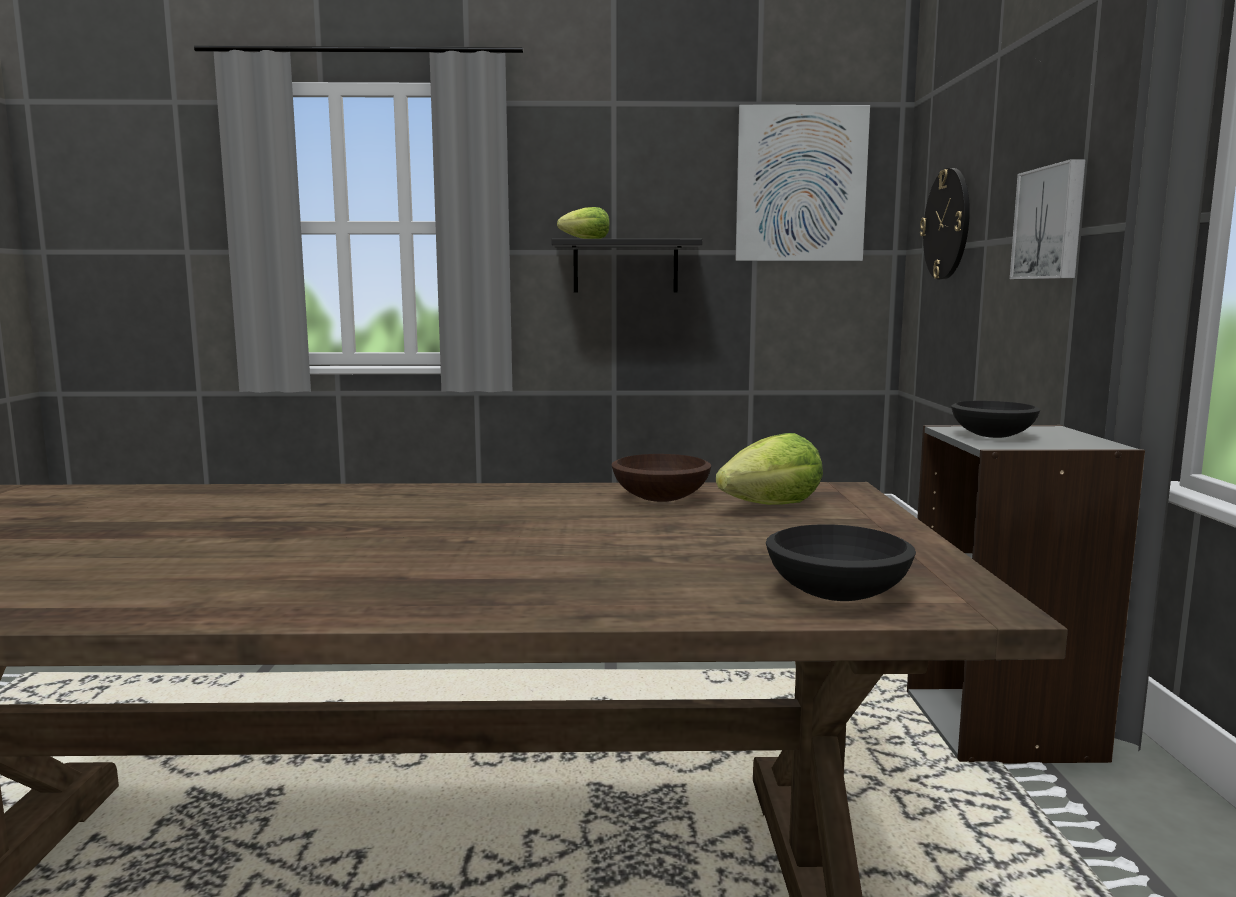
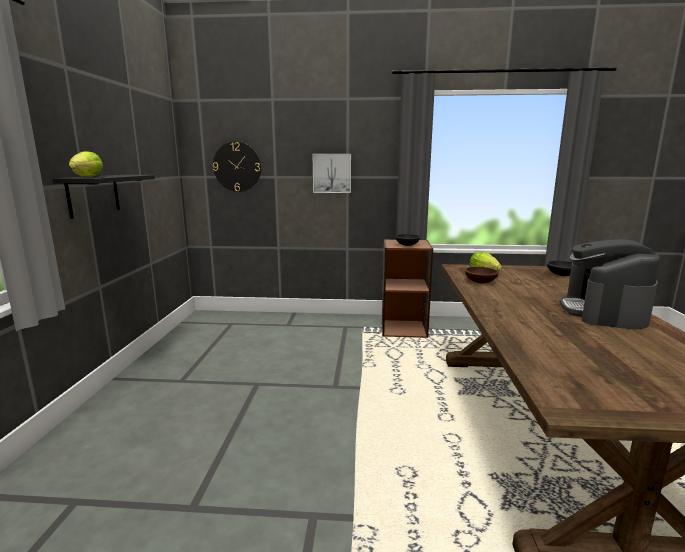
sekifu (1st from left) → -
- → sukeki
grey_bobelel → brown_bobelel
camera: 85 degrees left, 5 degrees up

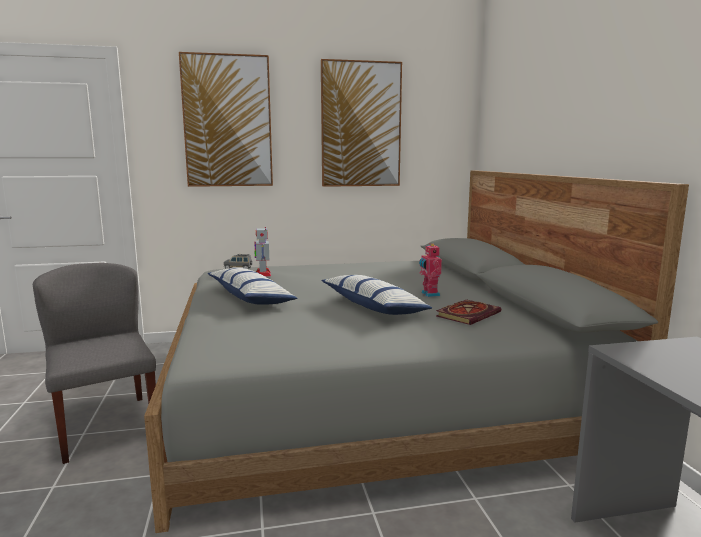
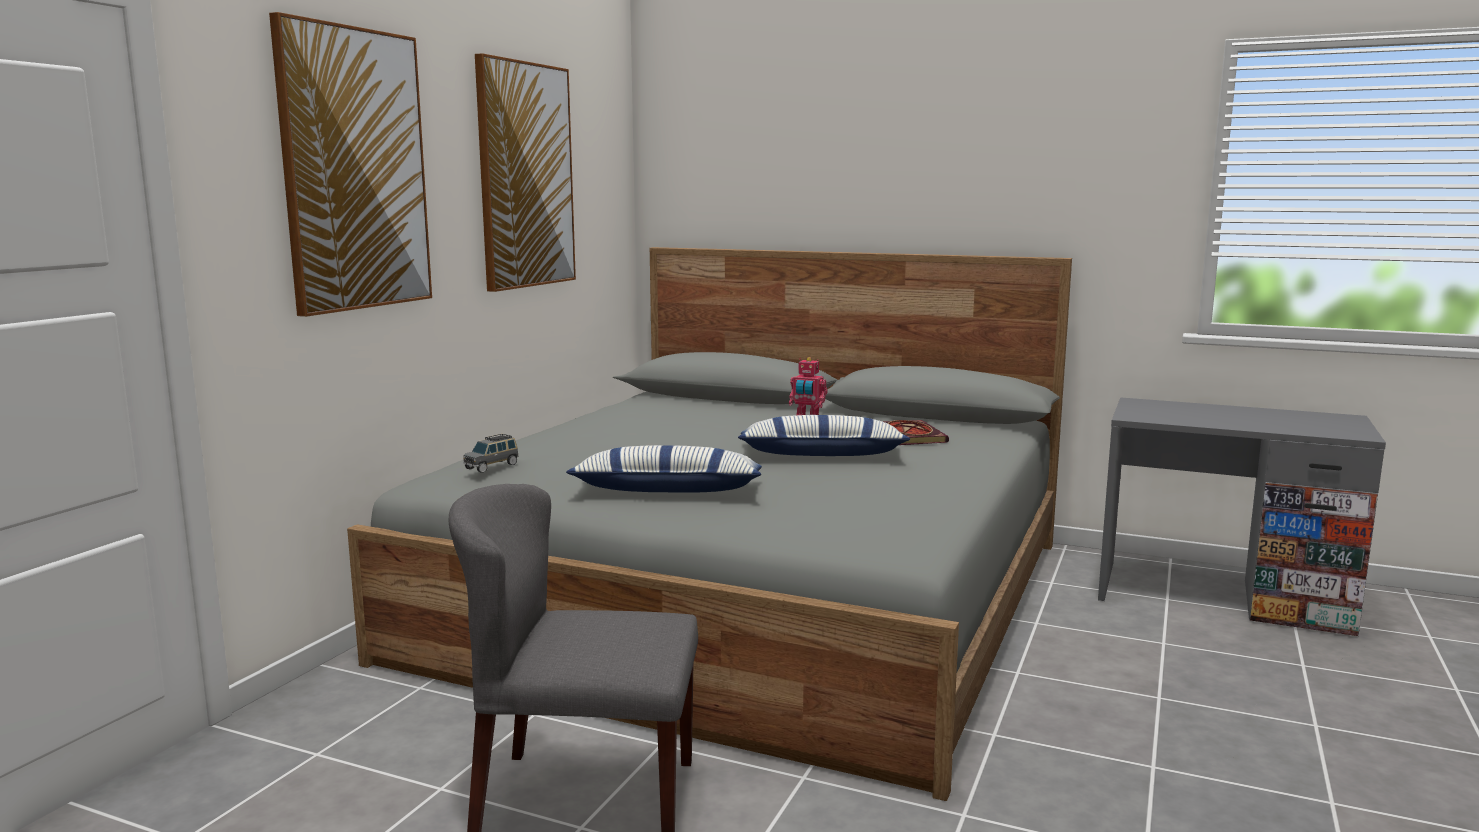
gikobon (1st from left) → -
camera: 55 degrees left, 0 degrees up

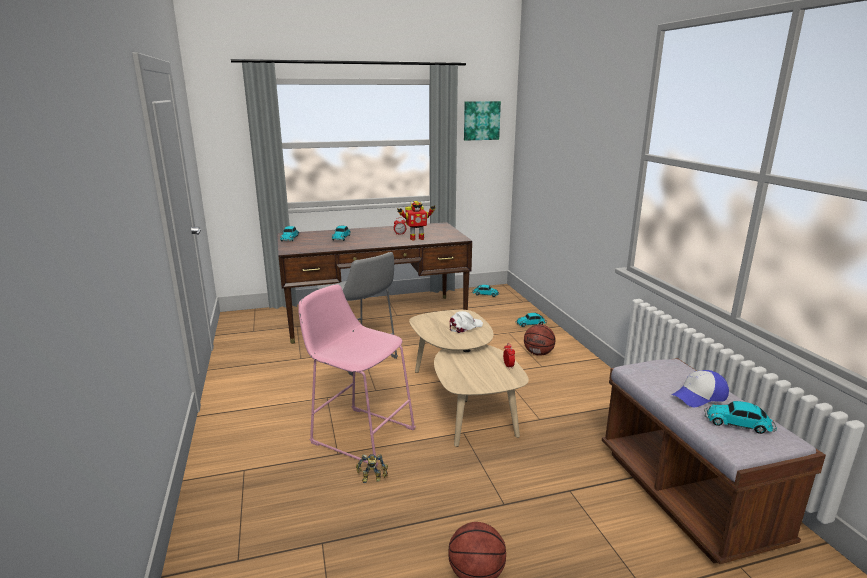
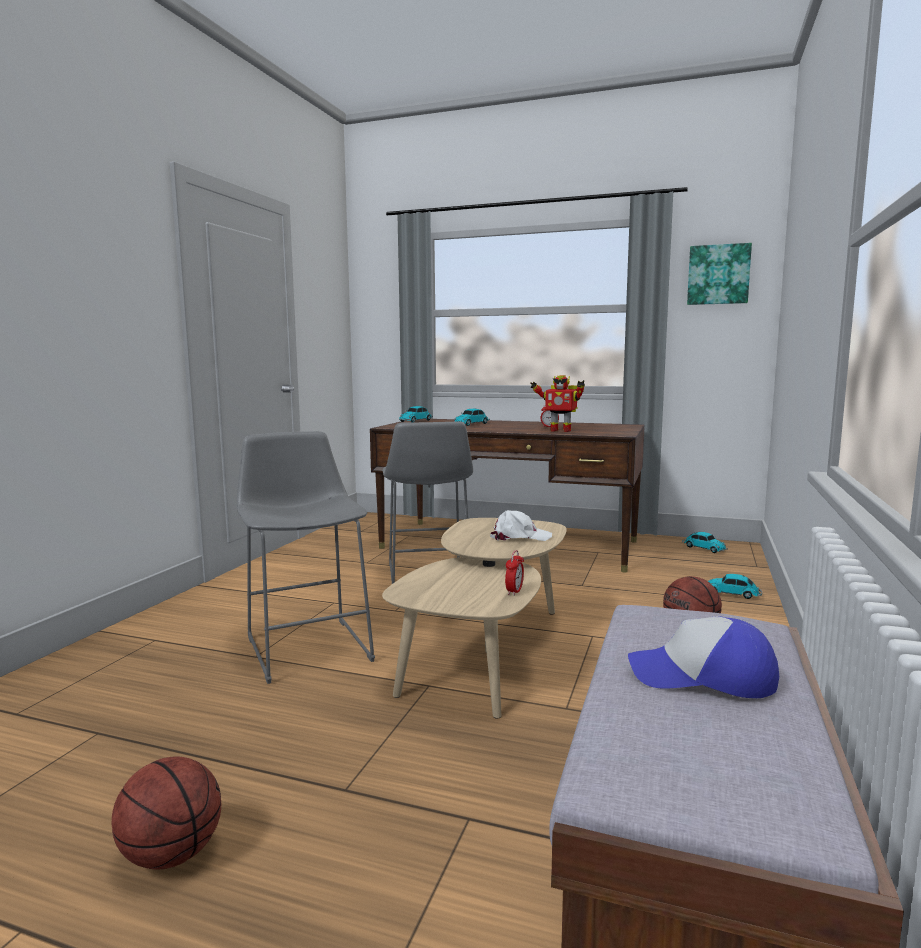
gikobon (1st from left) → -
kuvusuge (5th from left) → -
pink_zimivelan → grey_zimivelan (1st from left)
camera: 35 degrees right, 10 degrees down

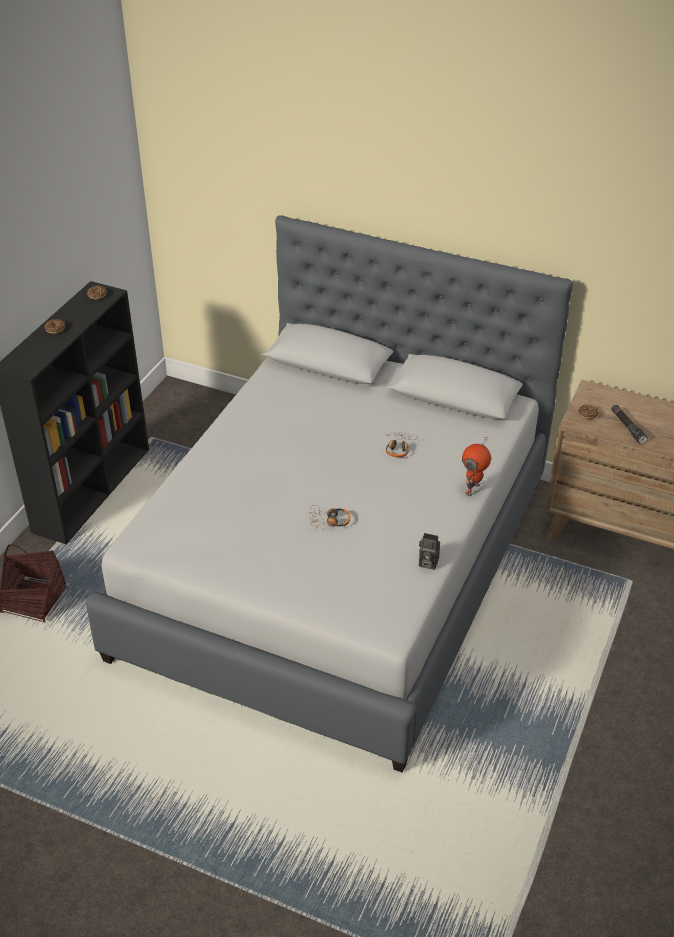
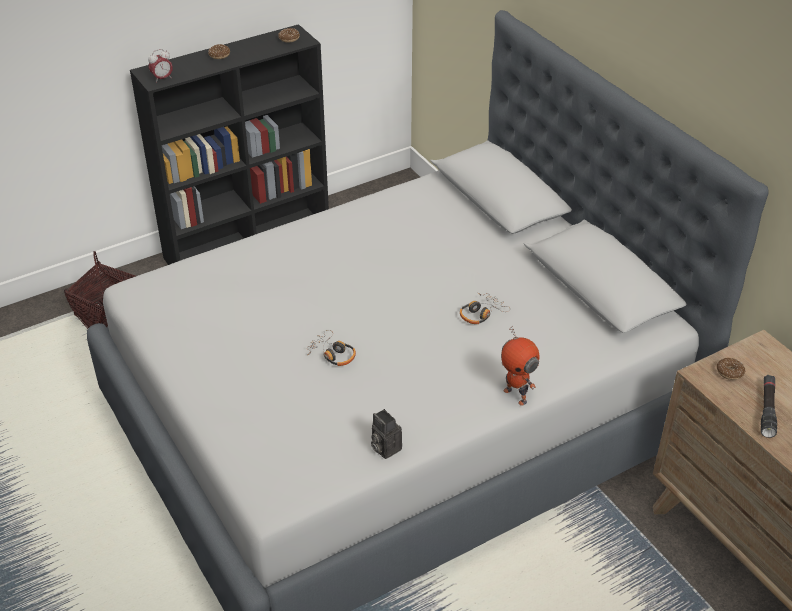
- → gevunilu
gikobon, 105 degrees counterclockwise
camera: 35 degrees right, 0 degrees up

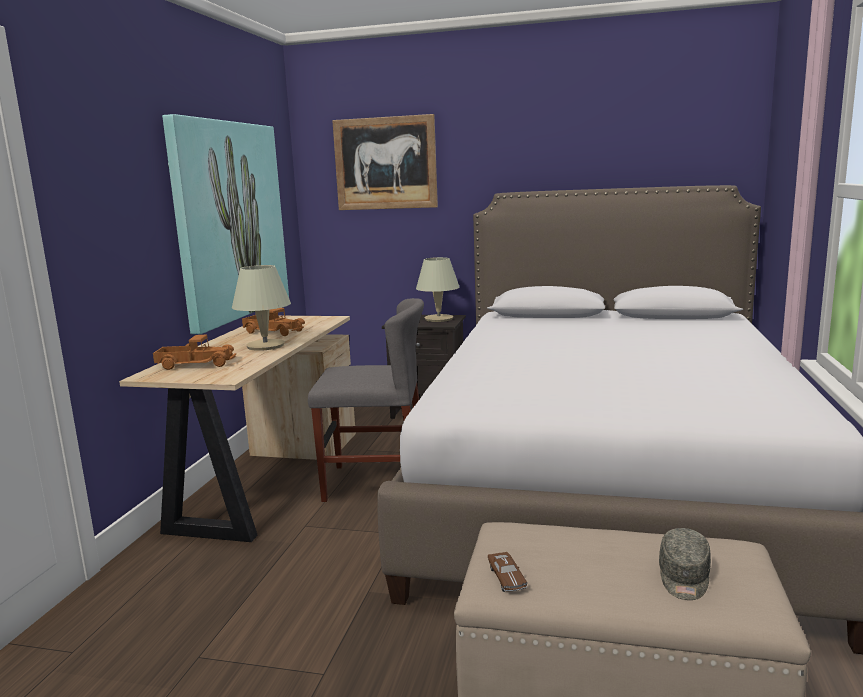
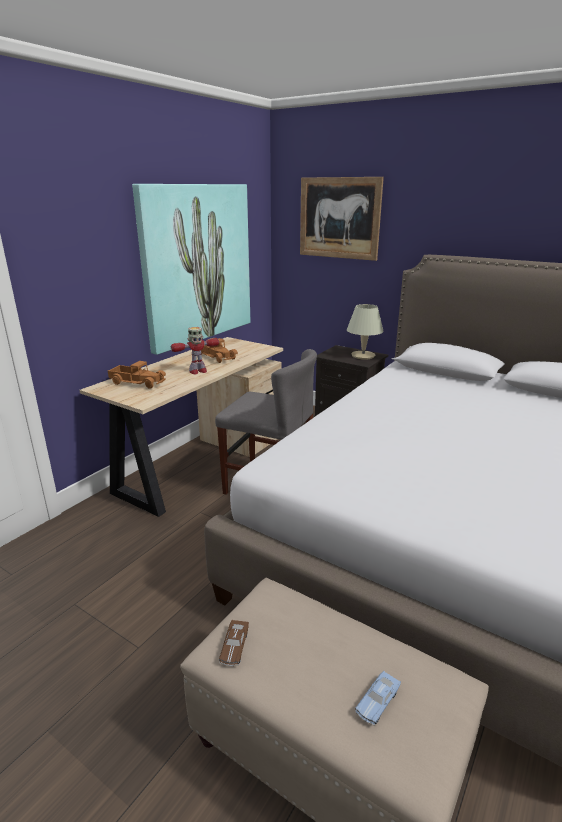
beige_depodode (1st from left) → gikobon
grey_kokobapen → blue_kuvusuge
camera: 20 degrees right, 10 degrees up

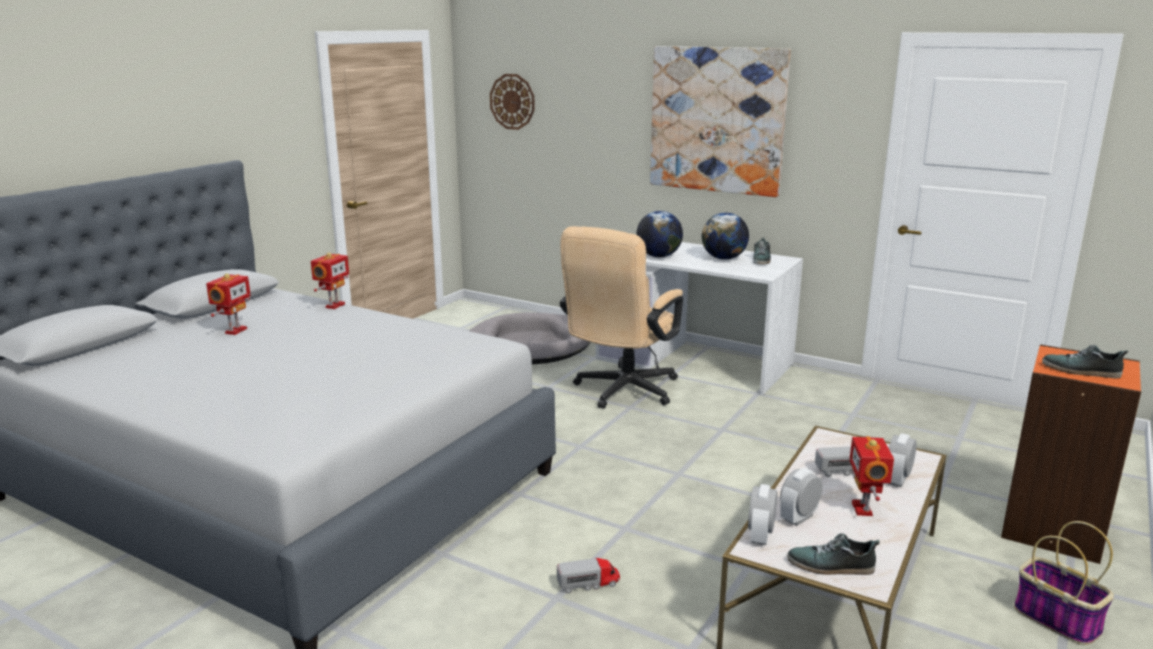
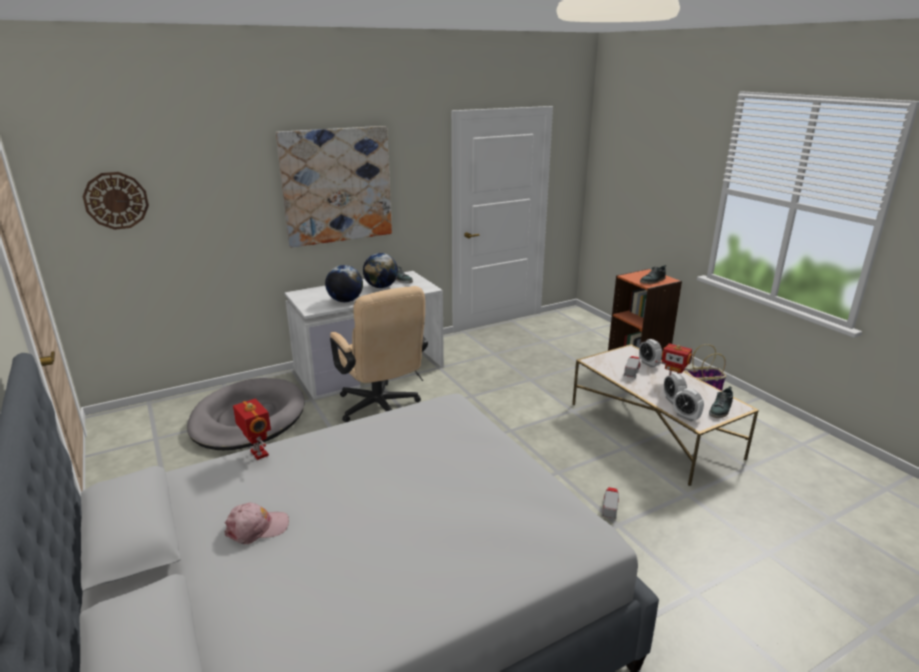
gikobon (1st from left) → pink_kokobapen
camera: 60 degrees left, 5 degrees up

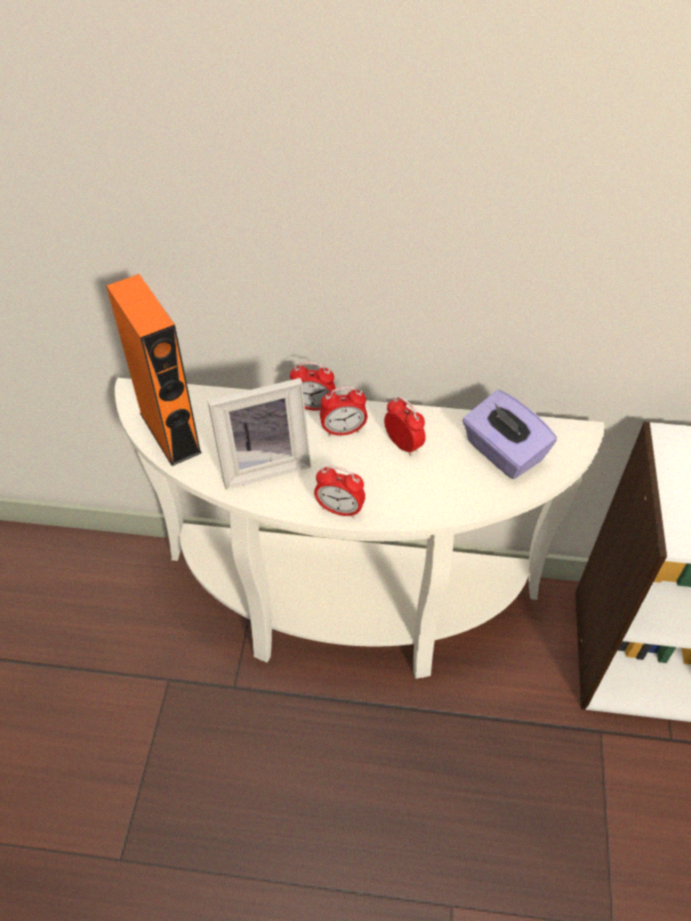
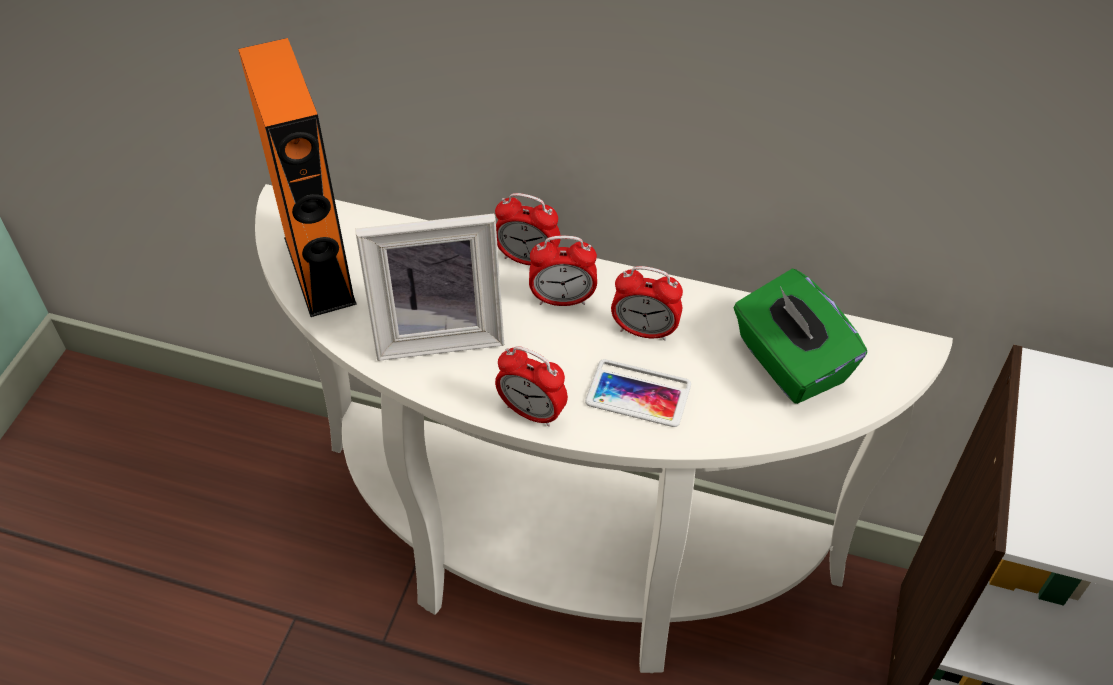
- → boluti
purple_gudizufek → green_gudizufek
gevunilu (4th from left), 135 degrees clockwise
camera: 10 degrees right, 0 degrees up

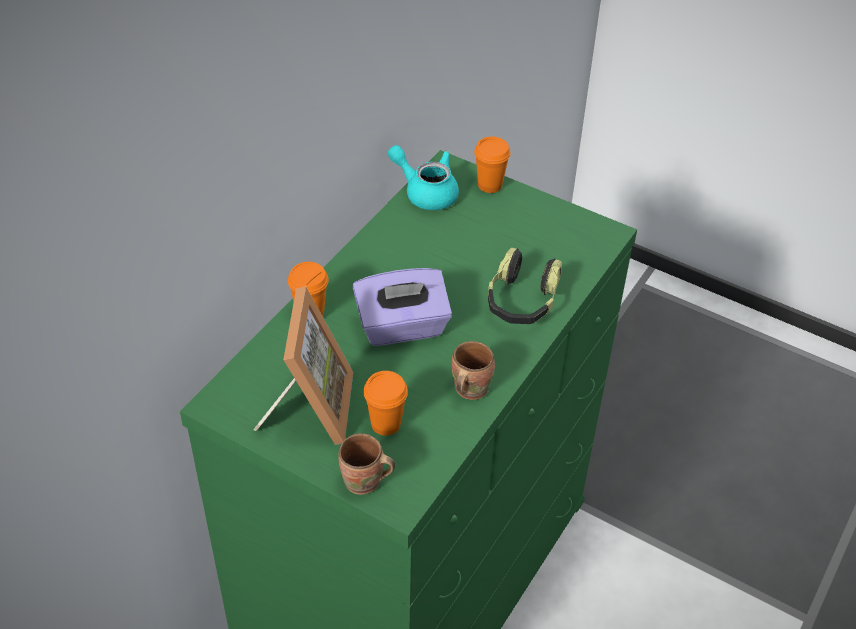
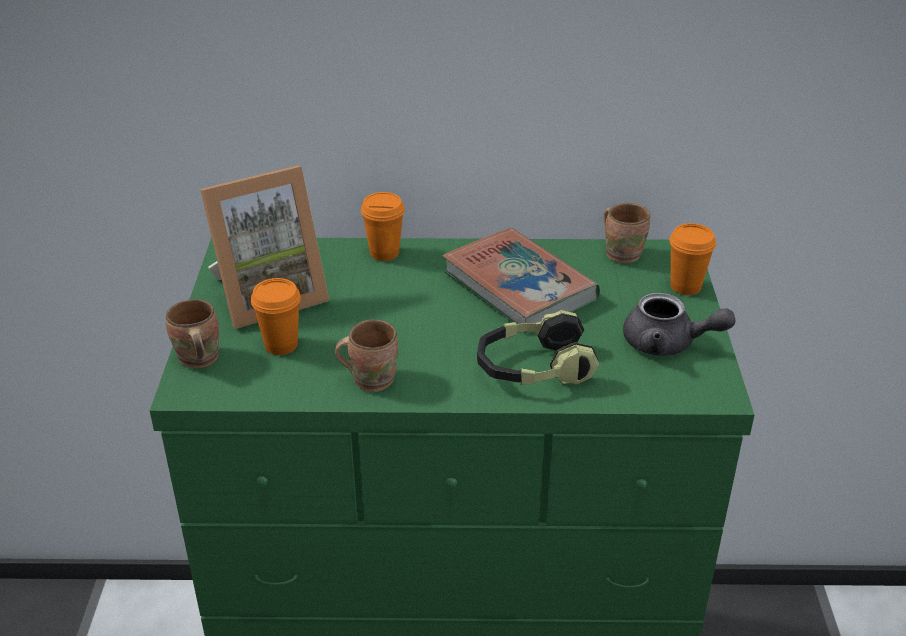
purple_gudizufek → -
- → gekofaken
- → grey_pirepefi
turquoise_pirepefi → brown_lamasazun (3rd from left)
camera: 60 degrees right, 10 degrees down

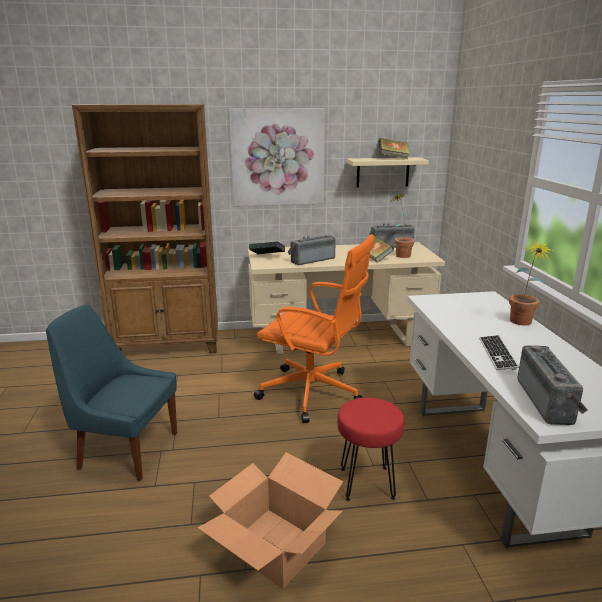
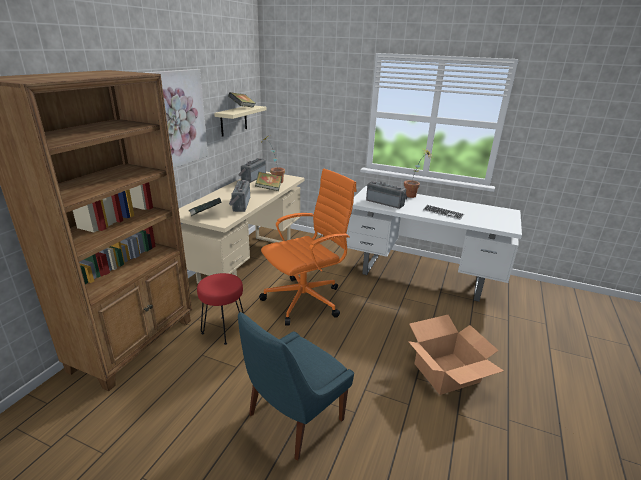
red_zimivelan, moved
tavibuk (3rd from left), moved
camera: 60 degrees left, 5 degrees up

